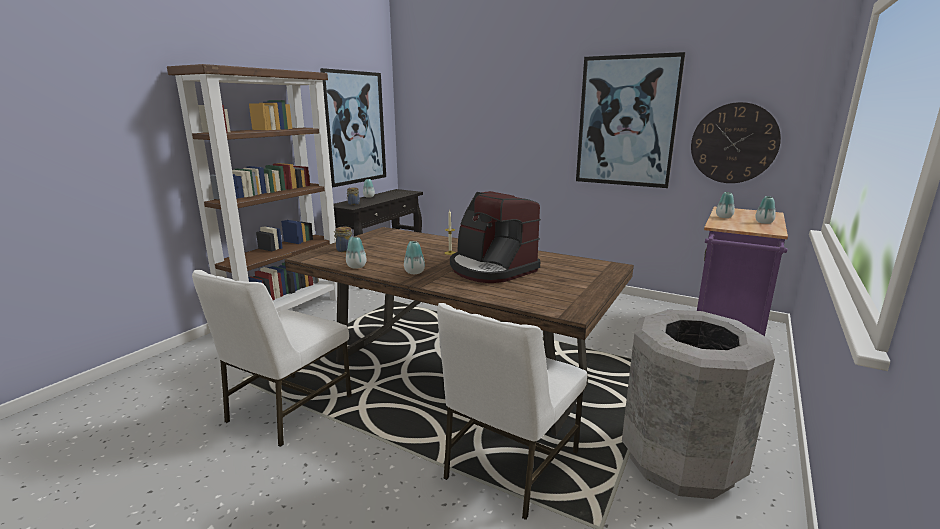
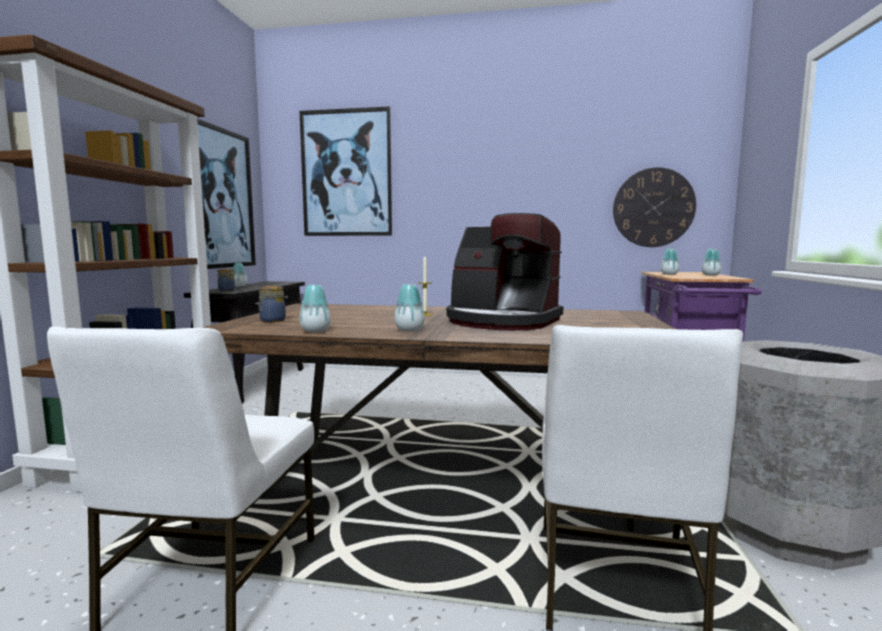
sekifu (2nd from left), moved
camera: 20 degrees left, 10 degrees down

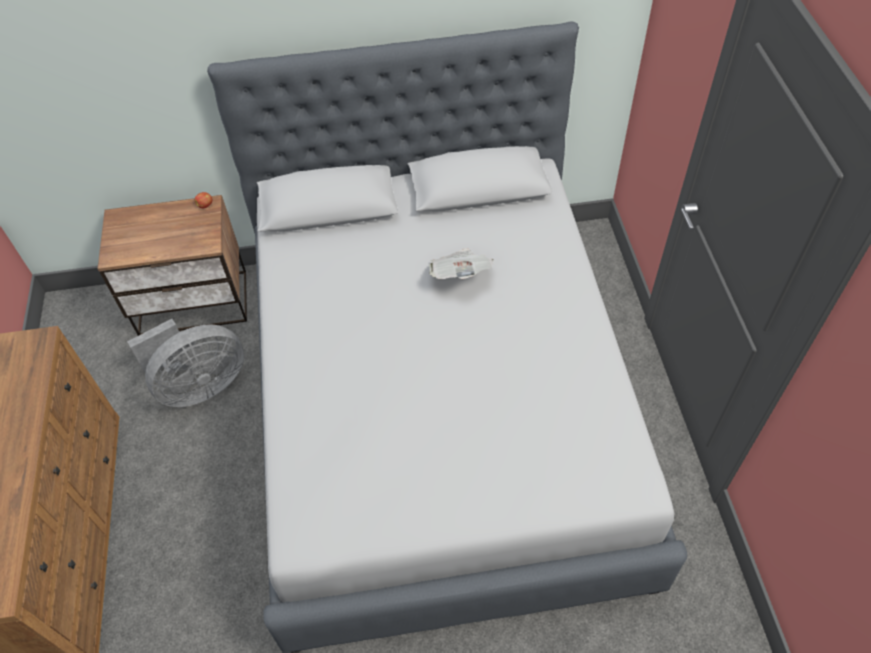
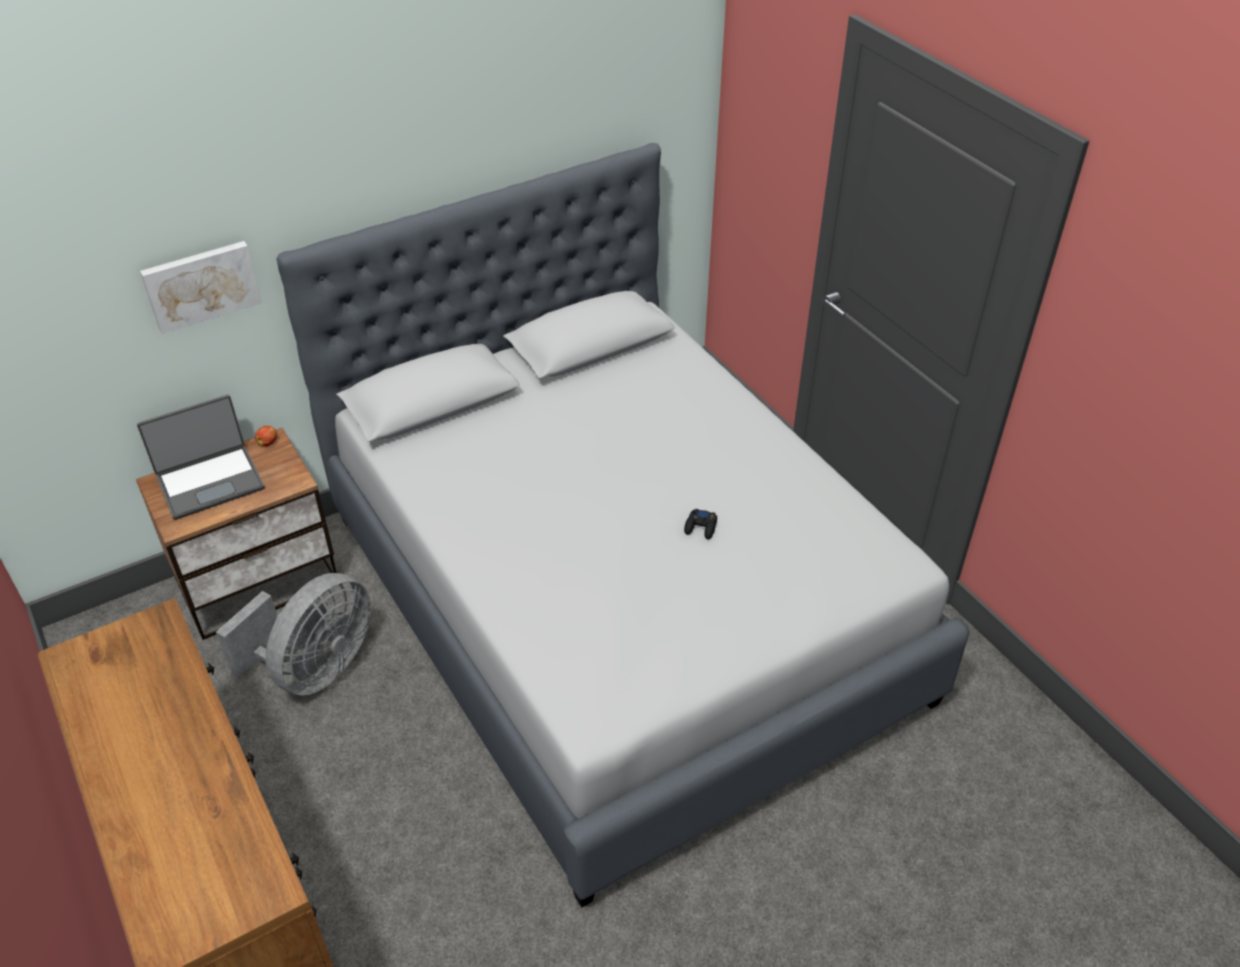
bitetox → -
- → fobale
- → sekifu
- → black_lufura
camera: 25 degrees left, 10 degrees down

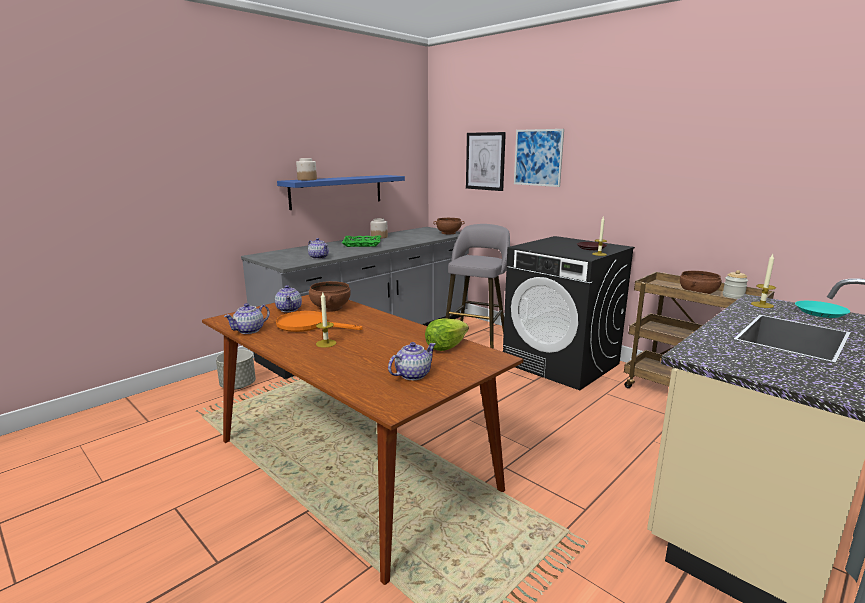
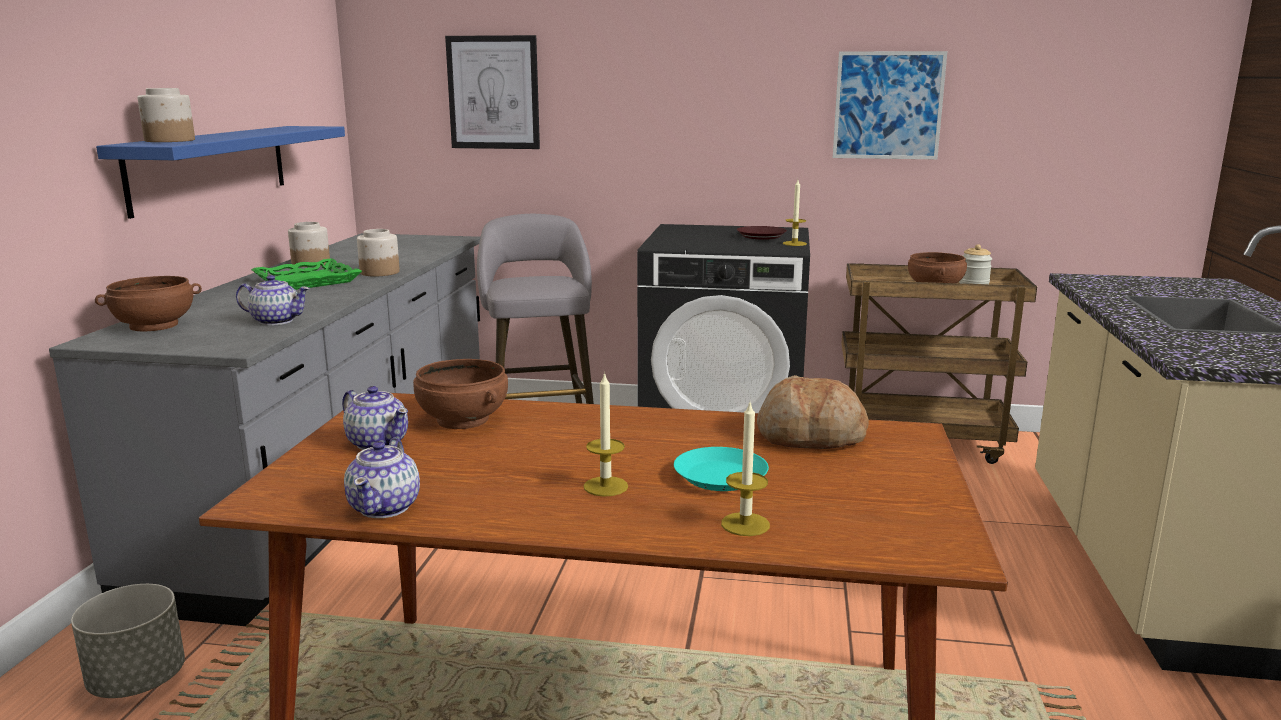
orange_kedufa → -
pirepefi (4th from left) → -
- → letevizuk (3rd from left)
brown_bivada (2nd from left in the first image) → brown_bivada (1st from left), moved
sekifu (2nd from left), moved
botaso (3rd from left in the first image) → botaso (2nd from left), moved
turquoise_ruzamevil, moved
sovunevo → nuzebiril
camera: 35 degrees left, 0 degrees up

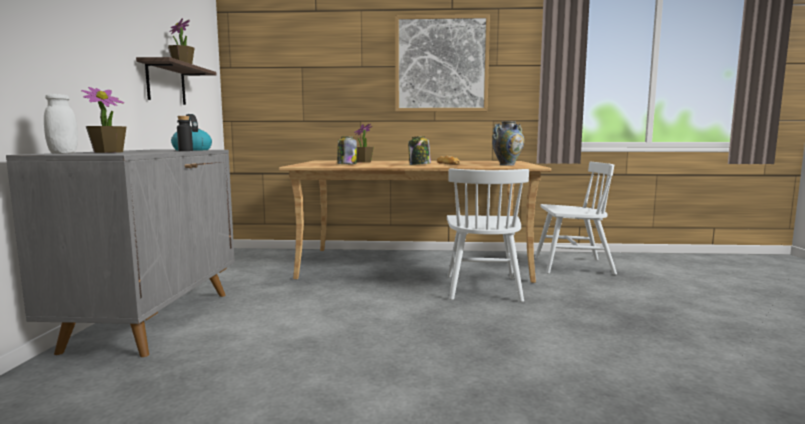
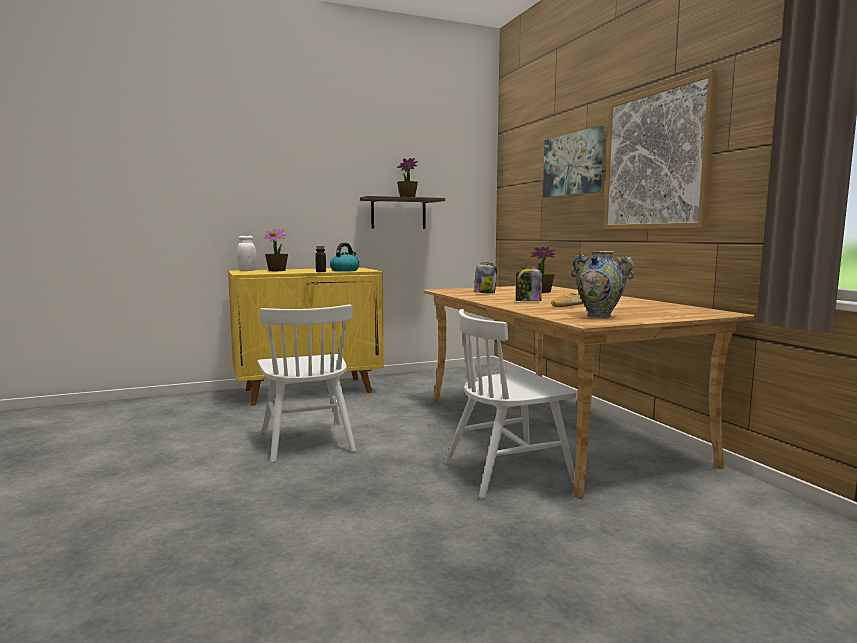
- → sekifu (1st from left)
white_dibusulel (2nd from left in the first image) → white_dibusulel (1st from left), moved
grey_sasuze → yellow_sasuze
camera: 65 degrees right, 0 degrees up

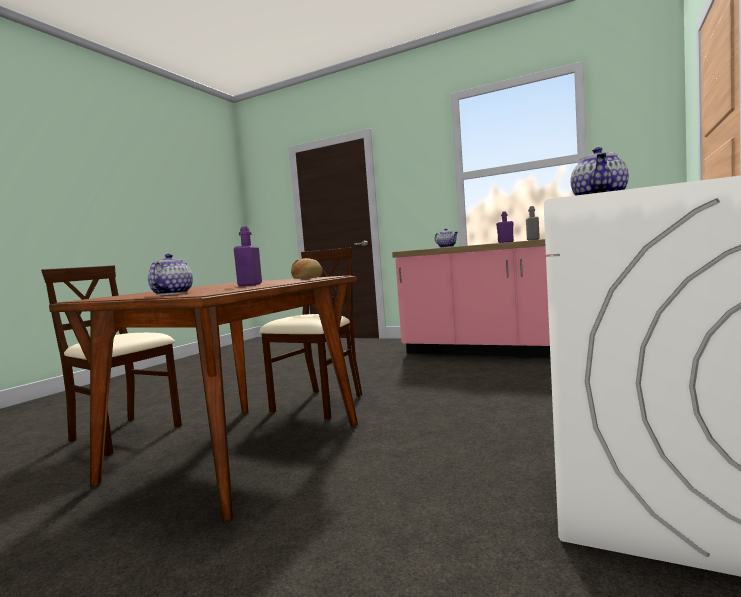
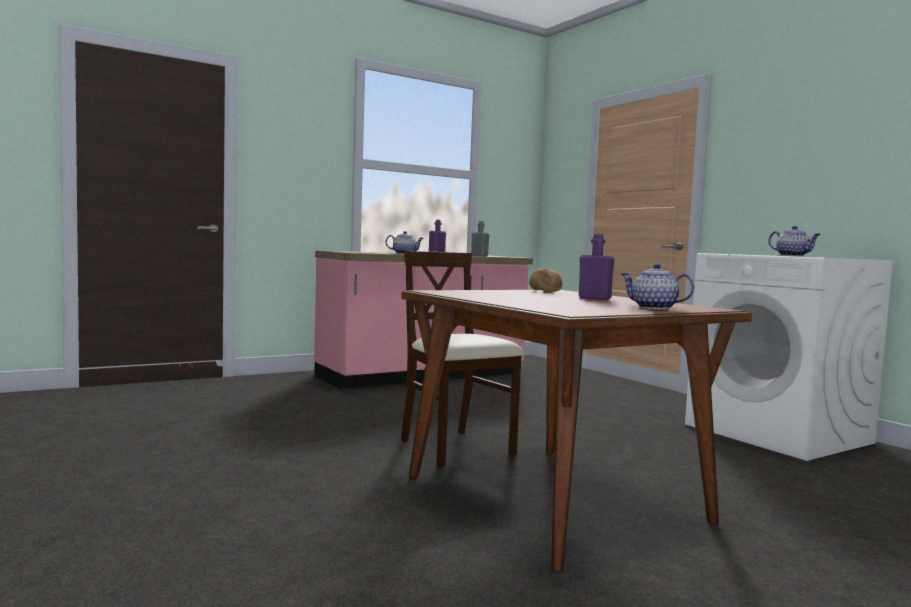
beige_dibusulel (1st from left) → -
camera: 60 degrees left, 0 degrees up

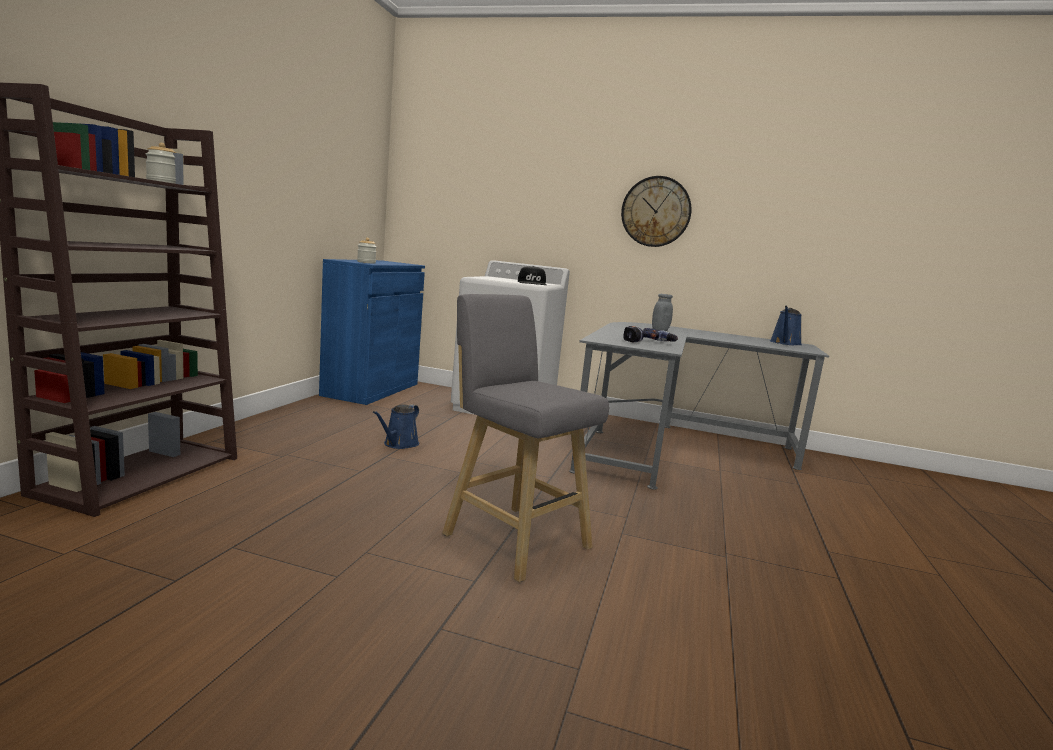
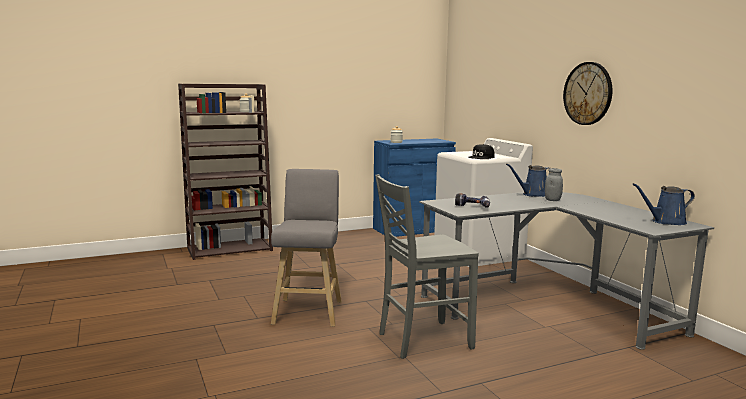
- → grey_dibusulel
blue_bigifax (1st from left), moved
camera: 50 degrees right, 0 degrees up

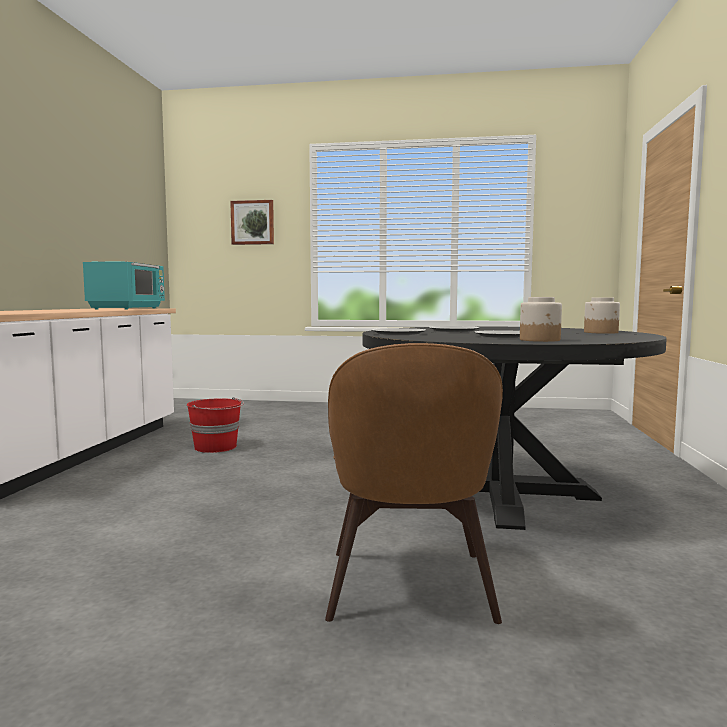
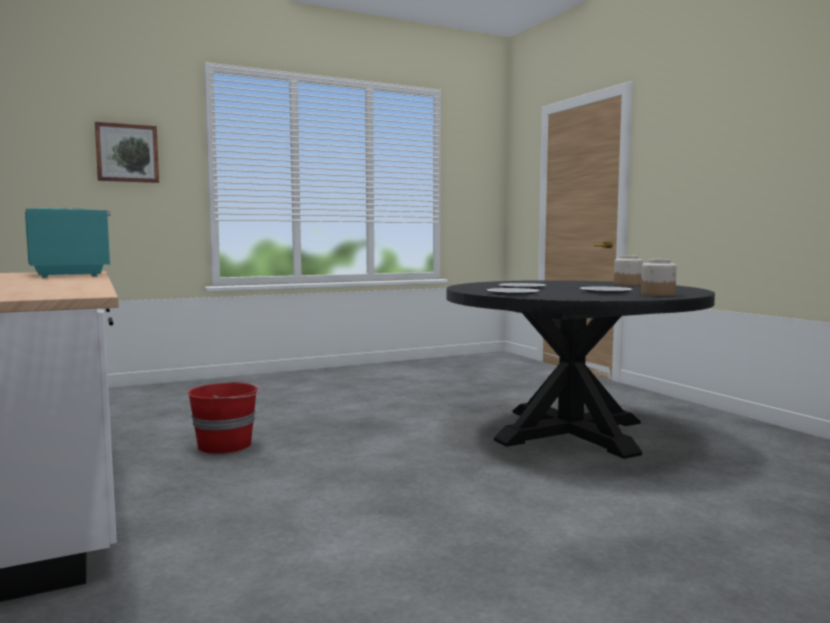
brown_dibusulel → -
camera: 35 degrees left, 0 degrees up

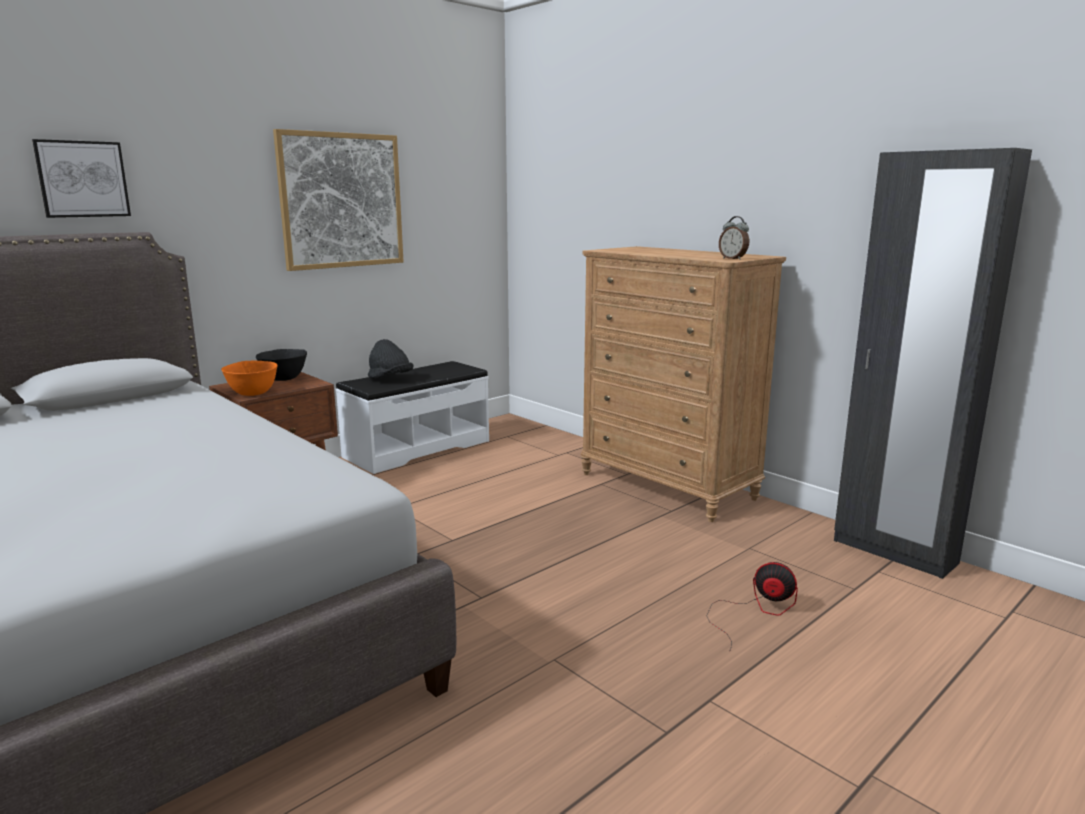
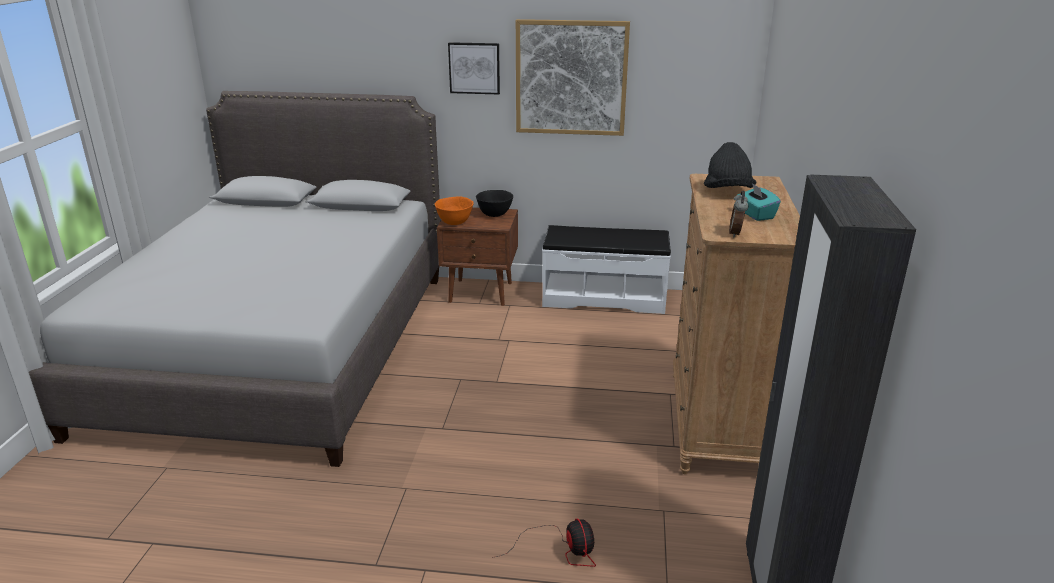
- → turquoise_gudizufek
sekifu (1st from left), moved
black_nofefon, moved
camera: 50 degrees right, 10 degrees up

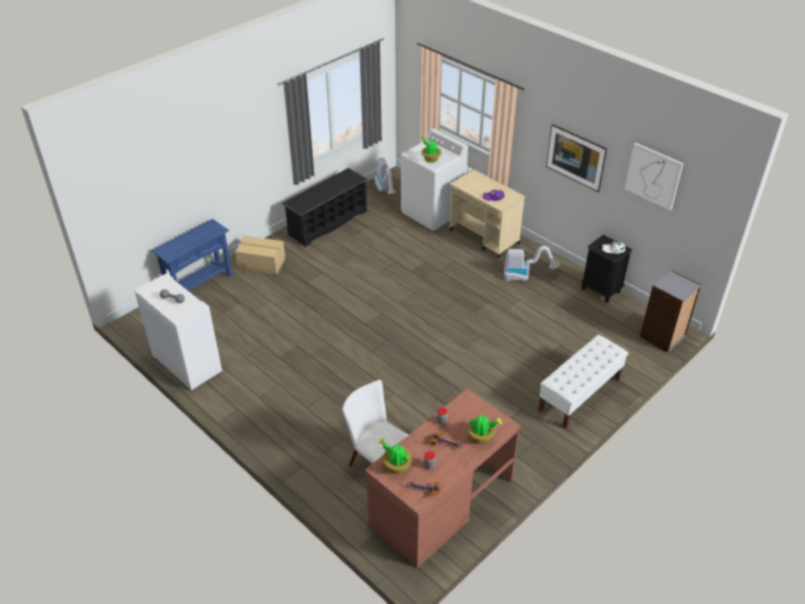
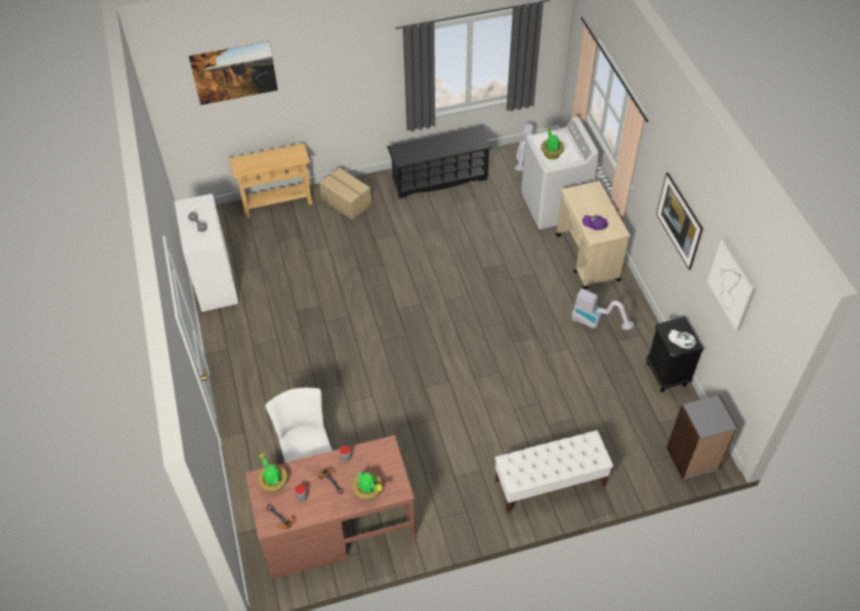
- → sekifu (1st from left)
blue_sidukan → beige_sidukan
camera: 30 degrees right, 10 degrees up

